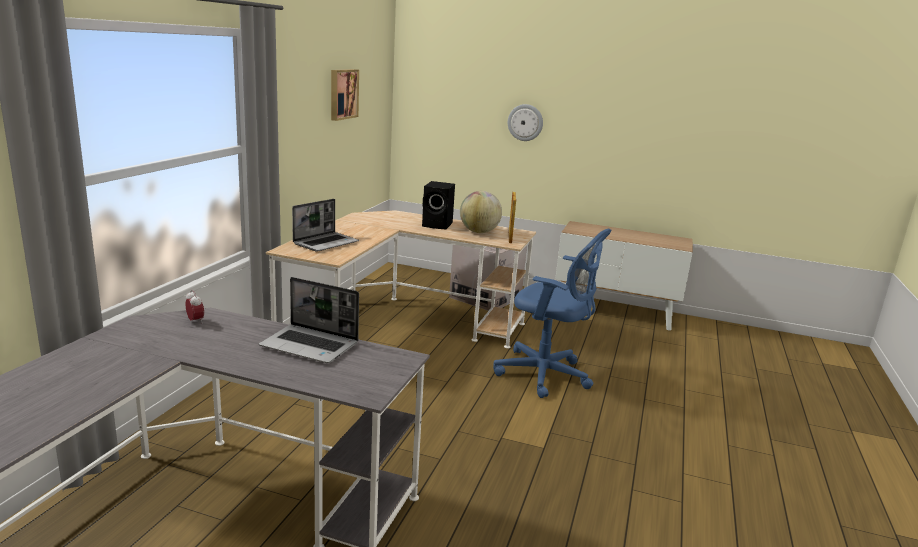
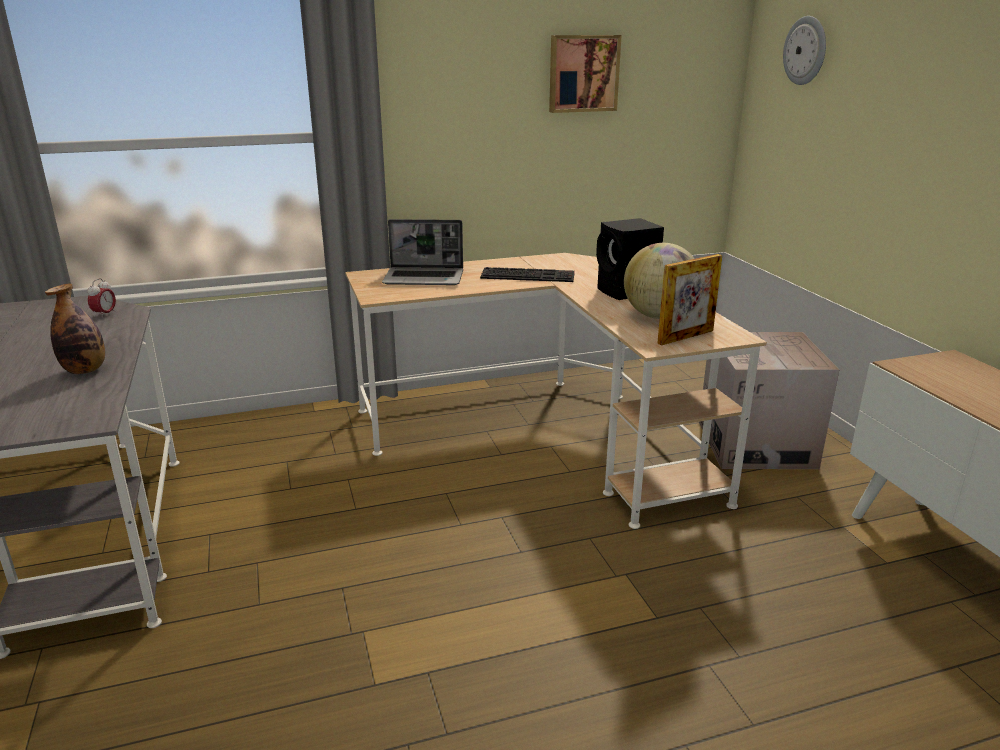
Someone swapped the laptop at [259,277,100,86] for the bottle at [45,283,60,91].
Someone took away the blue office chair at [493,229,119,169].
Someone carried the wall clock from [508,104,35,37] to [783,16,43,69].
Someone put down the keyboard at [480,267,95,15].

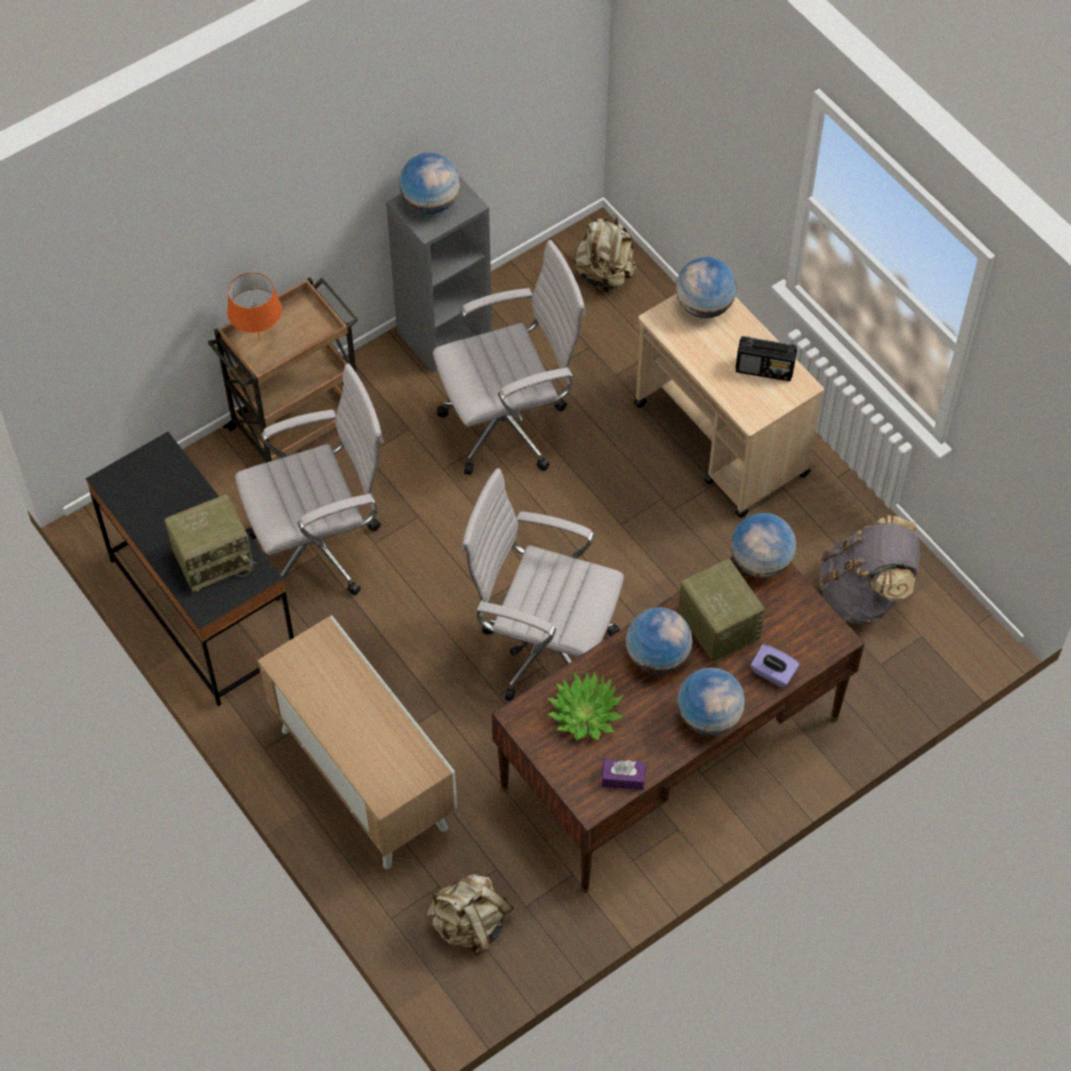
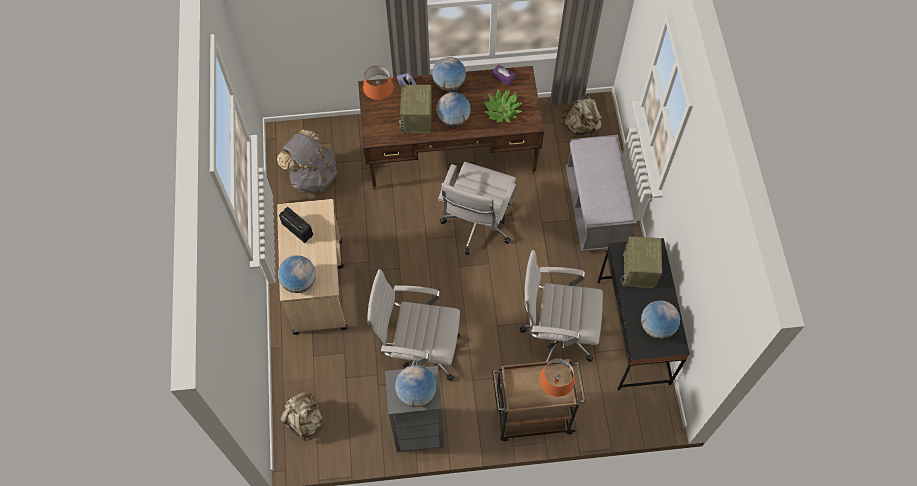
Someone rotated the radio at [164,494,93,99] by 90 degrees counterclockwise.
Someone swapped the cabinet at [258,615,199,254] for the grey bench at [566,135,71,117].
Someone rotated the white office chair at [461,468,163,233] by 60 degrees clockwise.
Someone carried the globe from [731,513,65,65] to [641,301,39,38].
Someone put down the orange table lamp at [363,66,31,37].

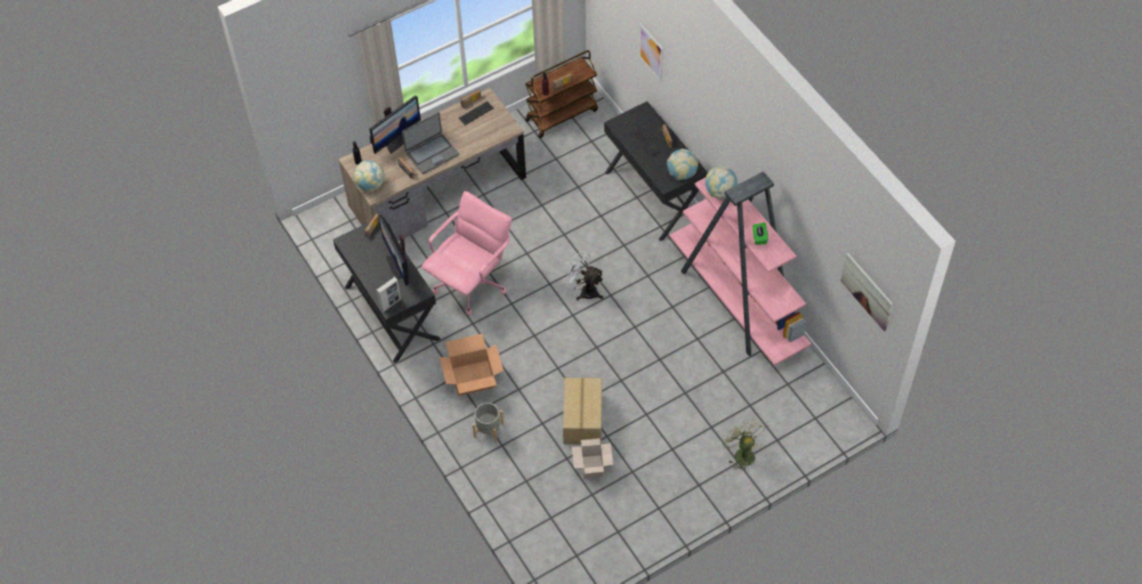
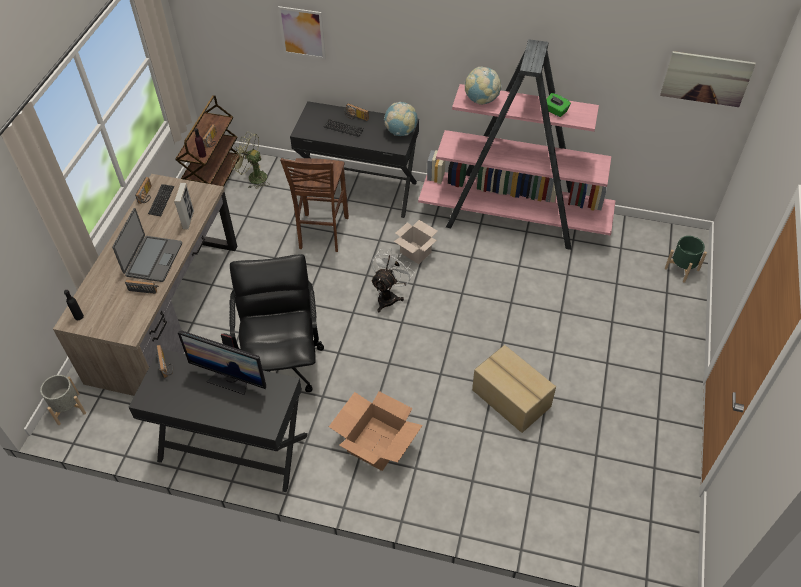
Someone took away the globe at [354,161,31,31].
Someone took away the monitor at [369,96,52,58].
Someone carried the picture frame from [376,277,25,35] to [174,183,20,47].
Someone repainted the pink office chair at [421,191,91,124], which became the black office chair at [229,254,95,138].
Someone carried the grey planter from [472,403,32,40] to [40,375,46,50].
Someone rotated the white fan at [565,251,38,49] by 135 degrees clockwise.
Someone carried the cardboard box from [572,438,41,41] to [394,220,44,44].
Someone carried the green fan from [721,419,44,54] to [231,132,37,57].
Someone put down the brown stool at [280,158,69,94].
Someone put down the green planter at [665,236,42,47].

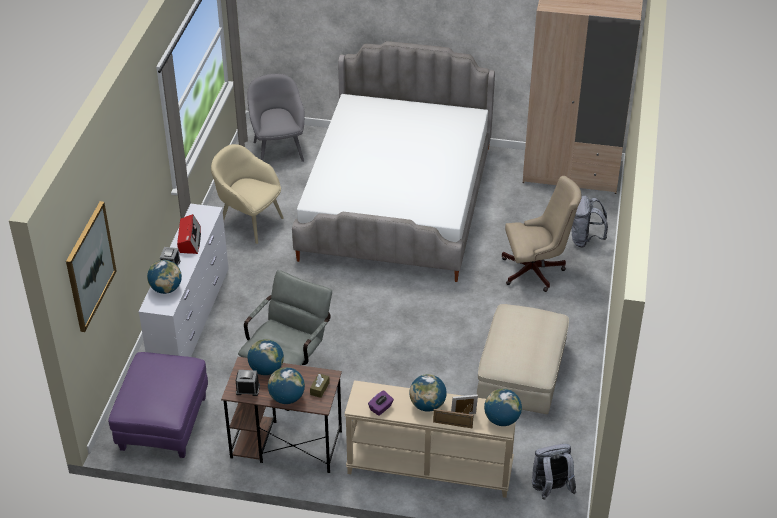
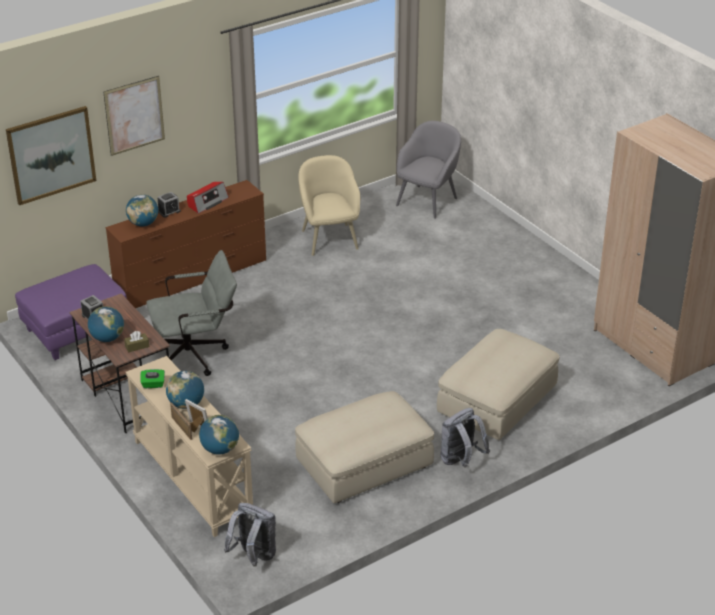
Someone repainted the white dresser at [138,204,91,153], which became the brown dresser at [105,180,161,128].
Someone took away the globe at [248,339,36,36].
Someone took away the bed at [292,41,203,241].
Someone repainted the purple tissue box at [368,390,26,26], which became the green tissue box at [140,369,25,19].
Someone swapped the beige office chair at [502,176,80,116] for the beige ottoman at [437,329,123,111].
Someone carried the grey backpack from [571,196,37,51] to [440,408,50,60].
Someone put up the picture at [103,76,62,80].

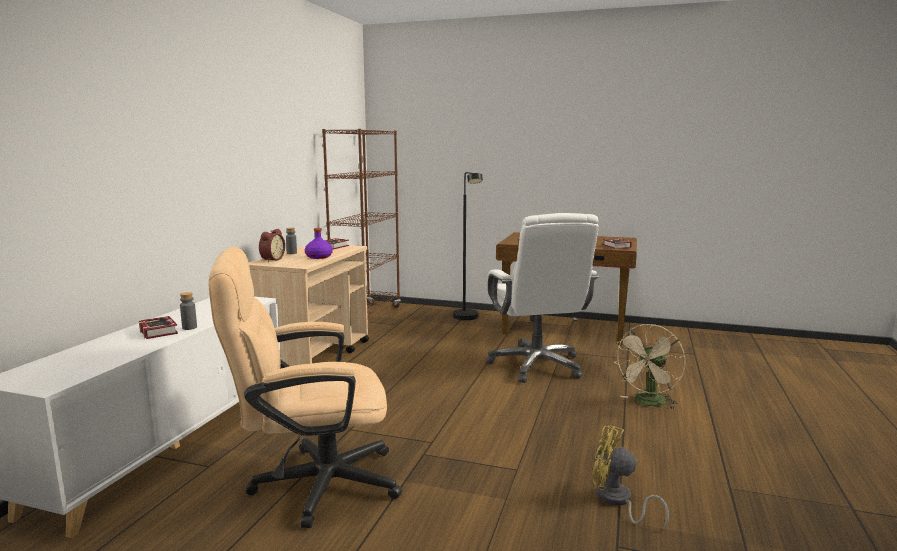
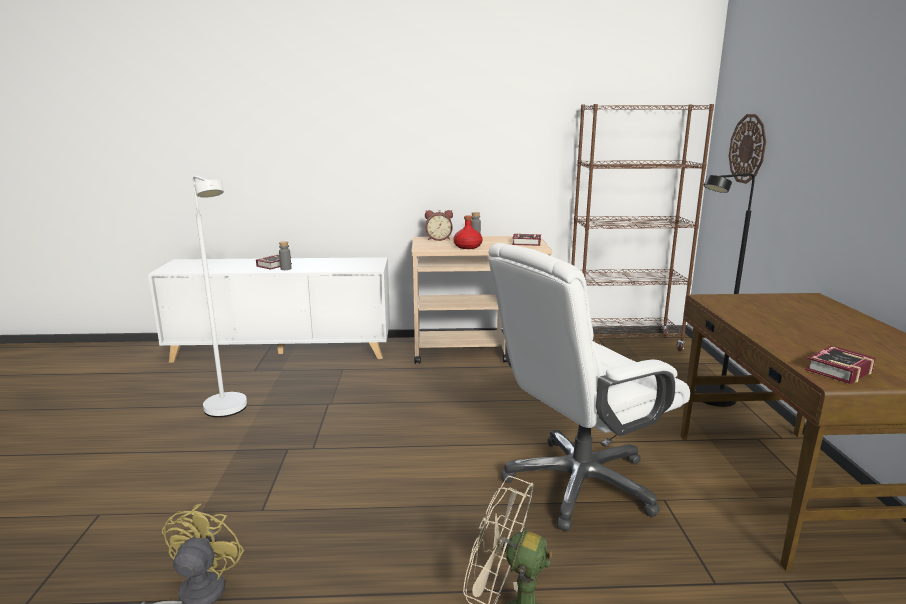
Someone swapped the beige office chair at [208,247,194,281] for the white floor lamp at [193,176,54,241].
Someone repainted the purple bottle at [305,228,28,31], which became the red bottle at [454,215,29,34].
Someone put up the wall clock at [729,114,37,70].

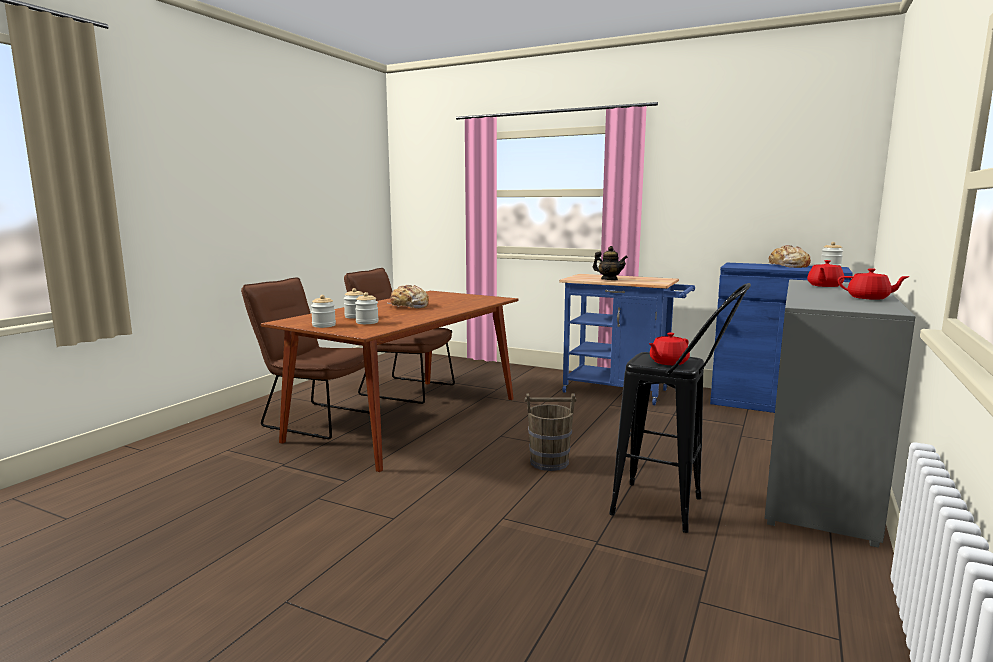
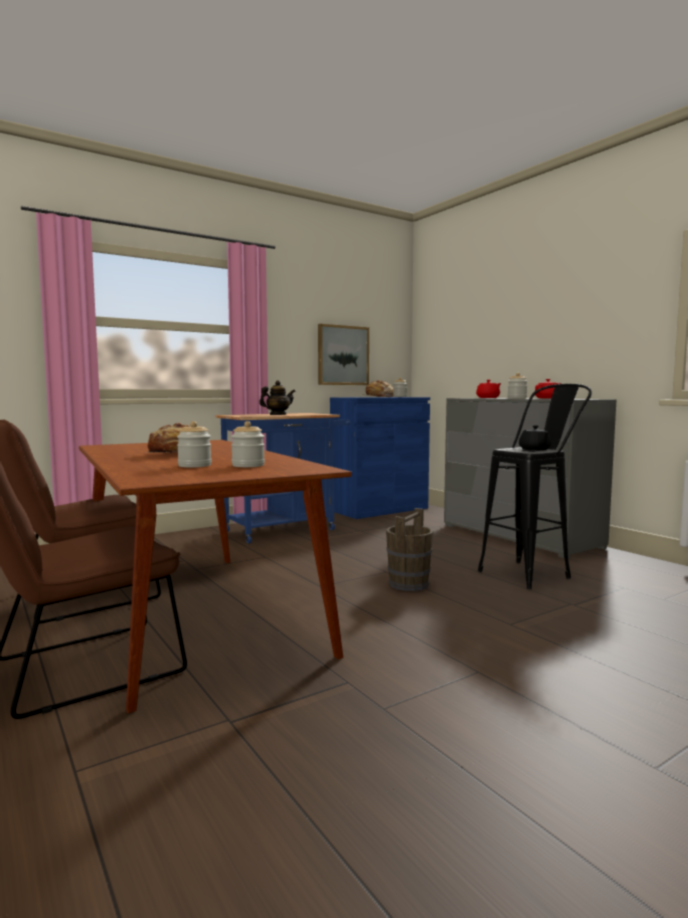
Someone carried the jar from [311,295,25,33] to [507,373,21,26].
Someone repainted the red teapot at [649,333,41,32], which became the black teapot at [519,425,33,26].
Someone put up the picture at [318,324,51,61].

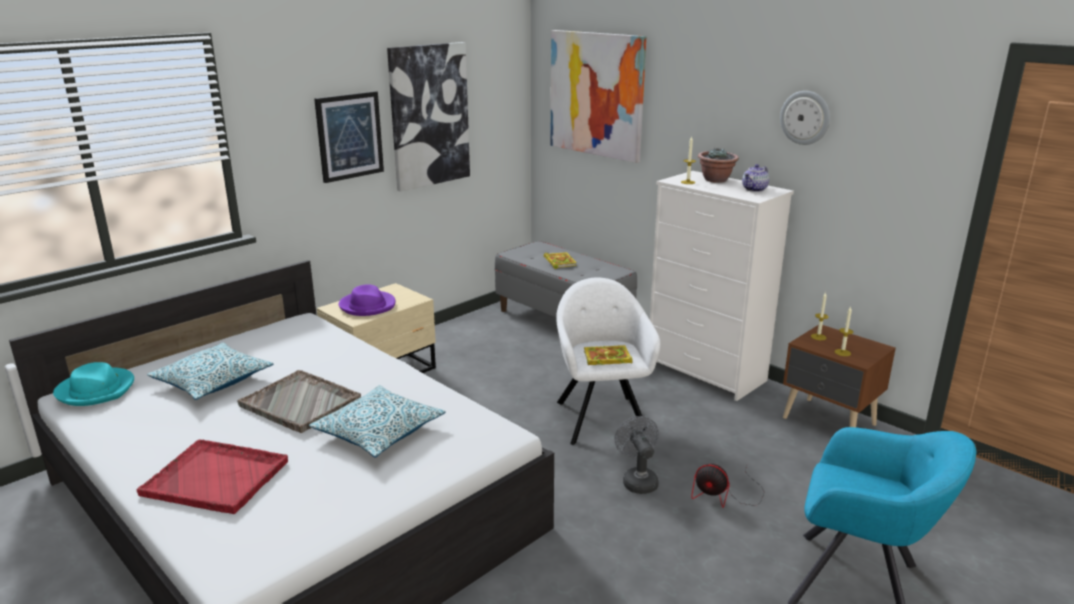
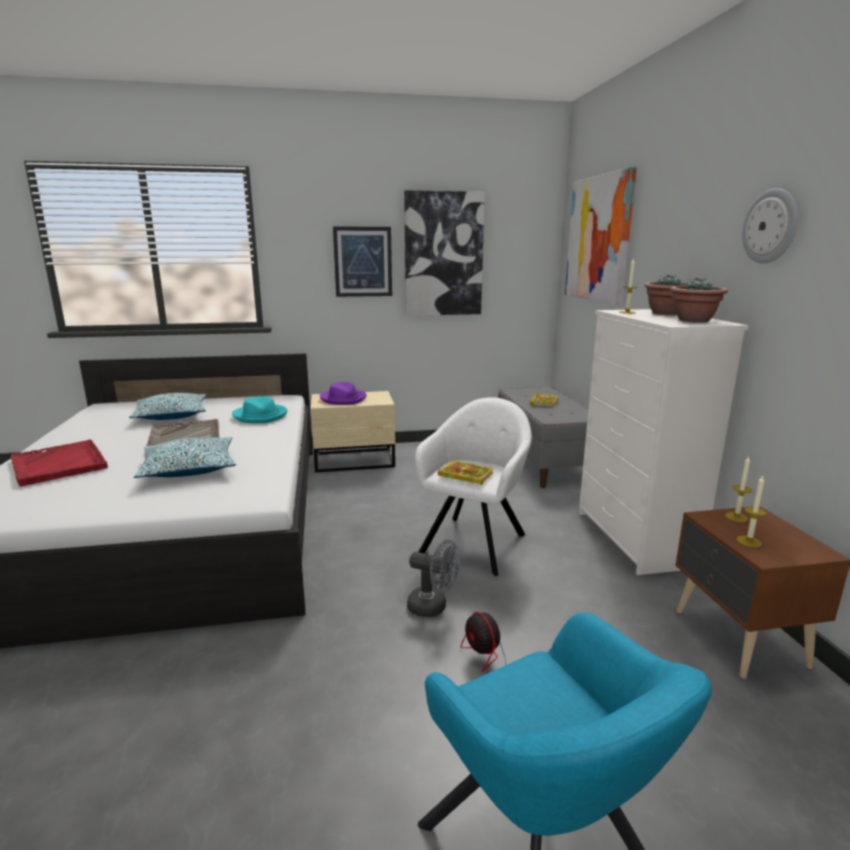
Someone carried the turquoise hat from [53,362,81,44] to [232,396,55,27].
Someone rotated the grey fan at [614,416,45,78] by 90 degrees clockwise.
Someone swapped the teapot at [742,164,27,28] for the potted plant at [670,278,58,45].

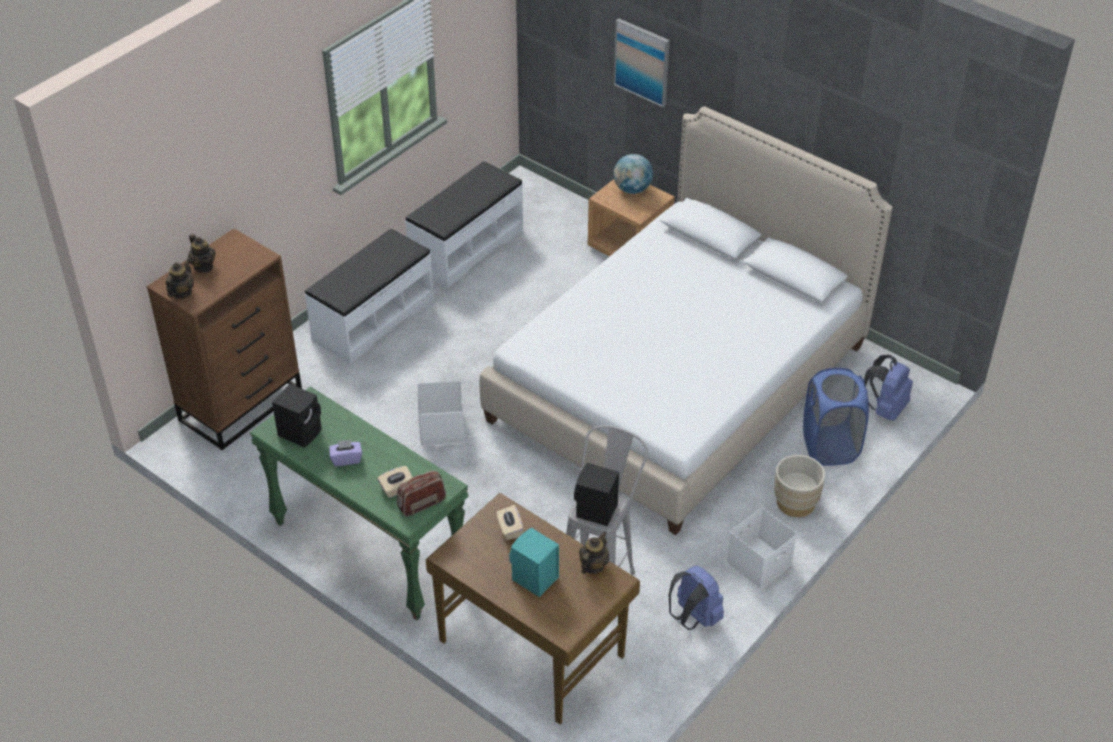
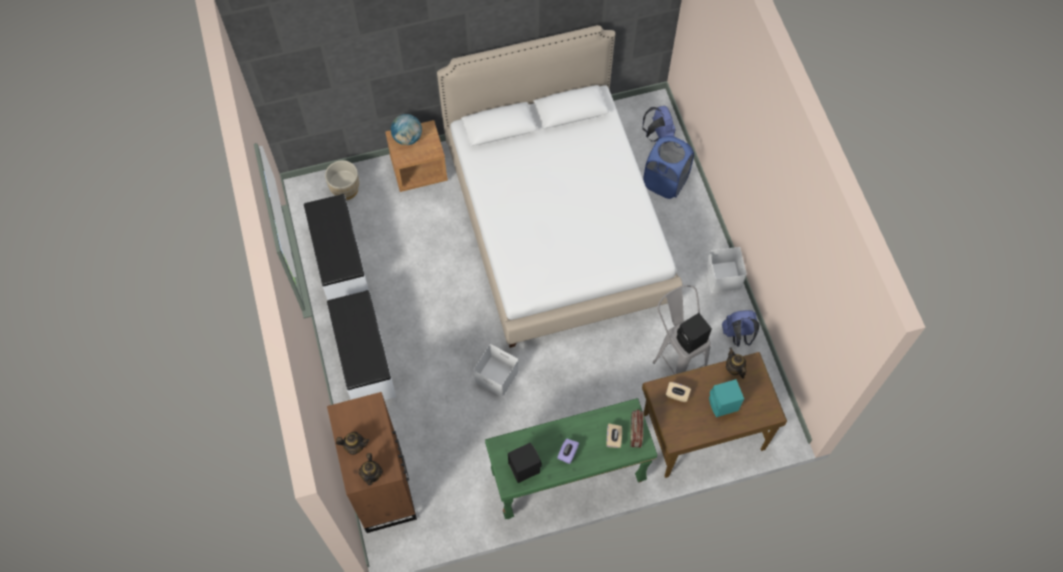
Someone rotated the teapot at [166,259,28,40] by 150 degrees counterclockwise.
Someone took away the picture at [614,18,56,89].
Someone carried the beige planter from [774,455,51,62] to [325,160,34,40].

